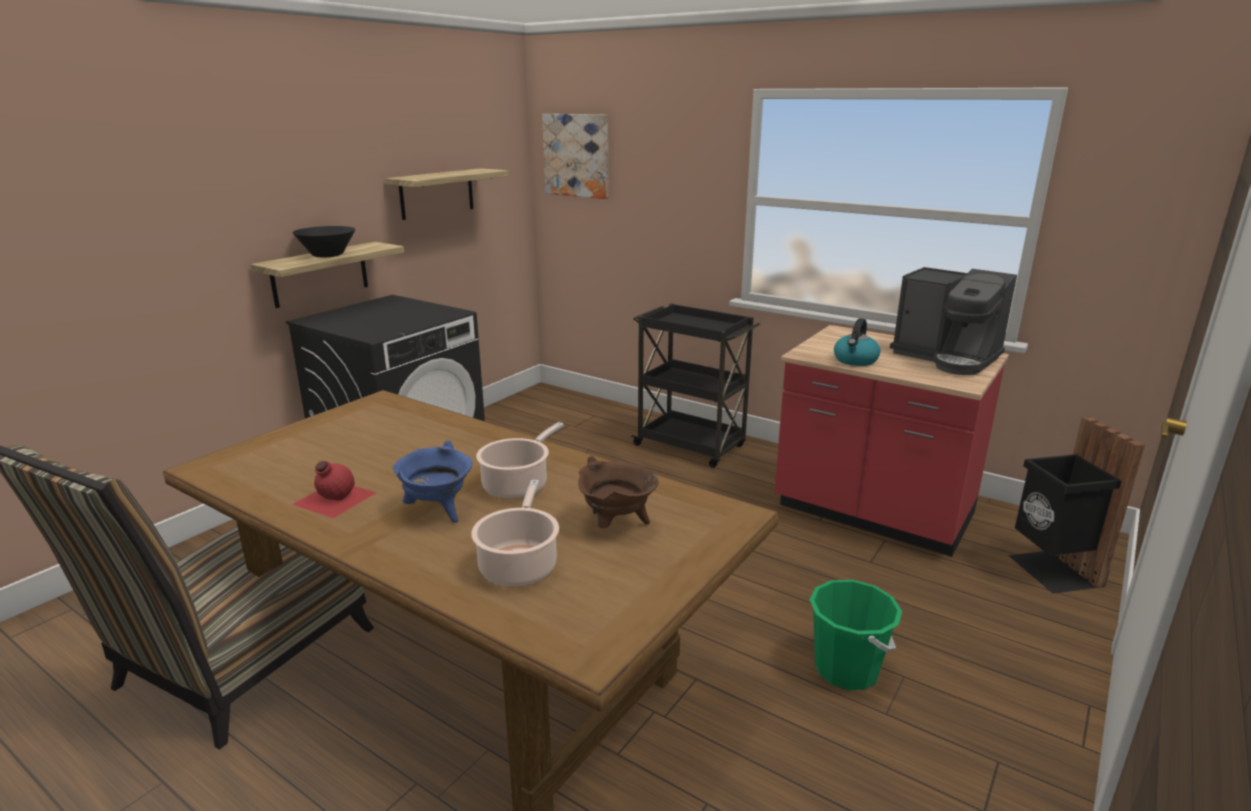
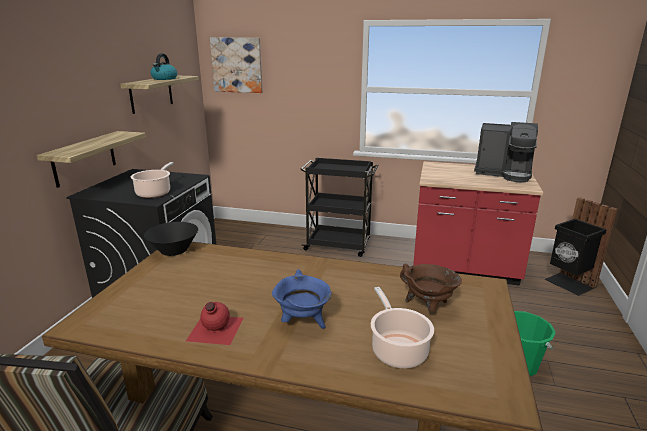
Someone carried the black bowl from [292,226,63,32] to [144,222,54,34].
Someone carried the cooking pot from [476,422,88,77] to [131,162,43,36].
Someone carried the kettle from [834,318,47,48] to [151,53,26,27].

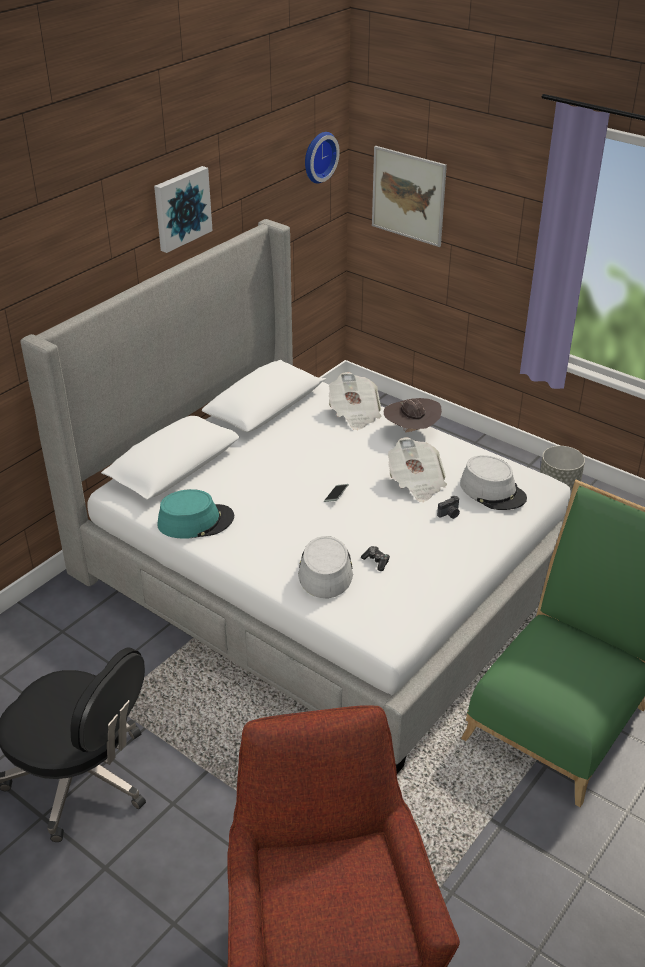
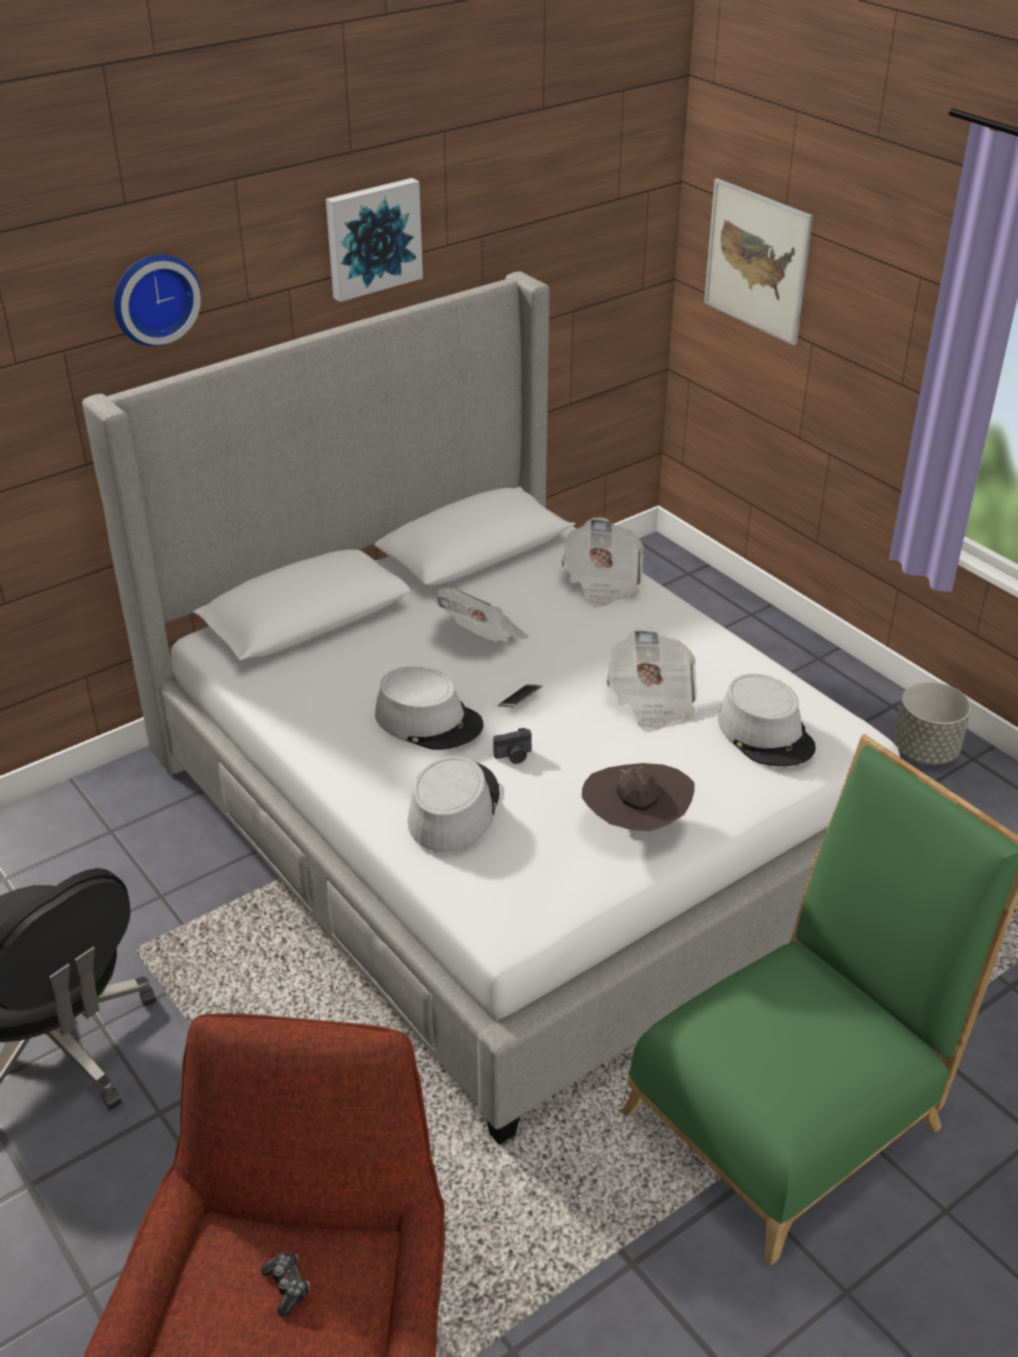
Someone took away the turquoise hat at [157,489,77,49].
Someone carried the wall clock from [305,132,35,52] to [114,255,87,91].
Someone carried the game controller from [361,546,29,25] to [261,1252,49,65].
Someone carried the brown hat from [384,398,58,35] to [582,763,113,68].
Someone carried the photo camera from [437,496,23,23] to [493,728,39,36].
Someone put down the grey hat at [375,667,109,83].
Someone put down the newspaper at [432,588,96,55].

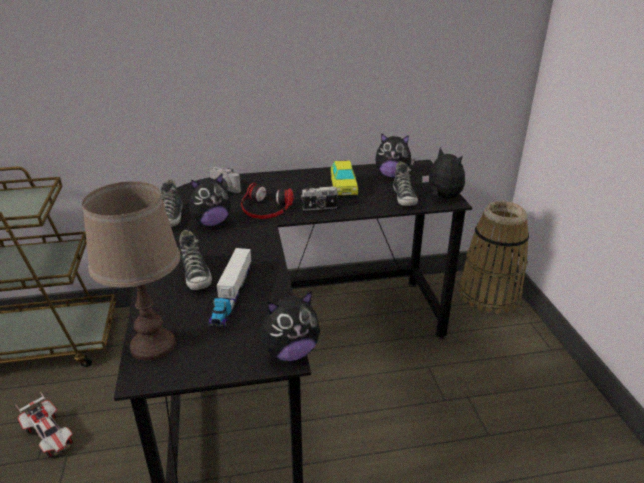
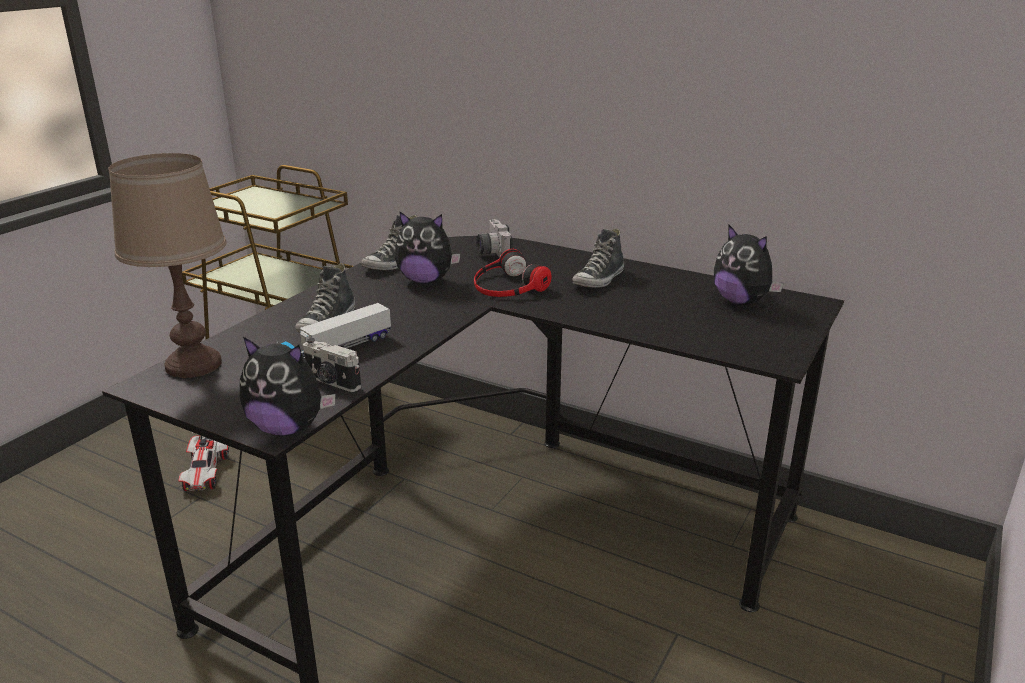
Someone carried the photo camera from [301,186,38,25] to [303,338,58,54].
Someone took away the toy car at [331,160,27,35].
Someone carried the shoe from [393,161,25,45] to [572,228,52,60].
Someone took away the plush toy at [422,147,43,52].
Someone took away the basket at [459,201,70,113].

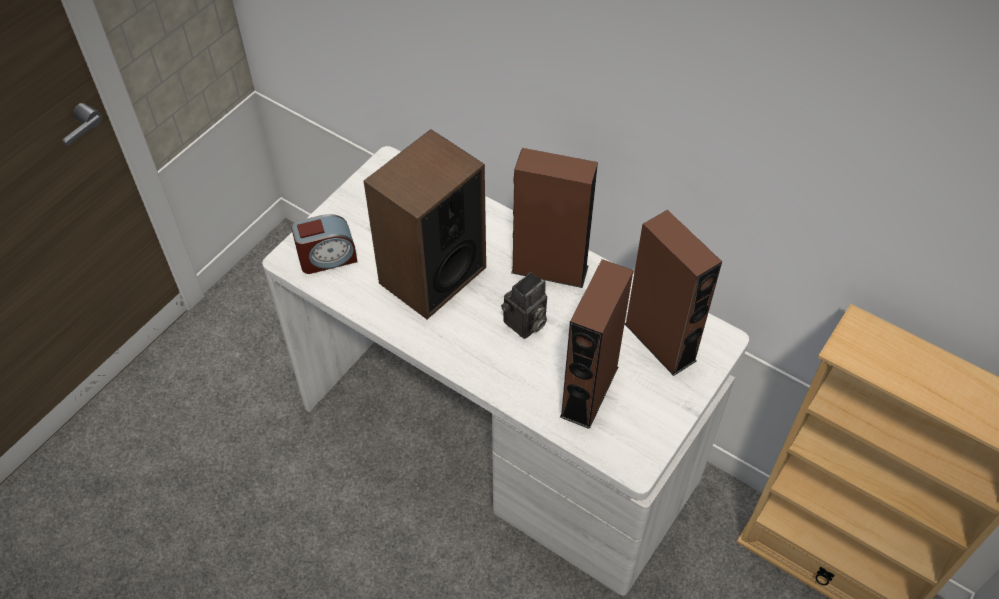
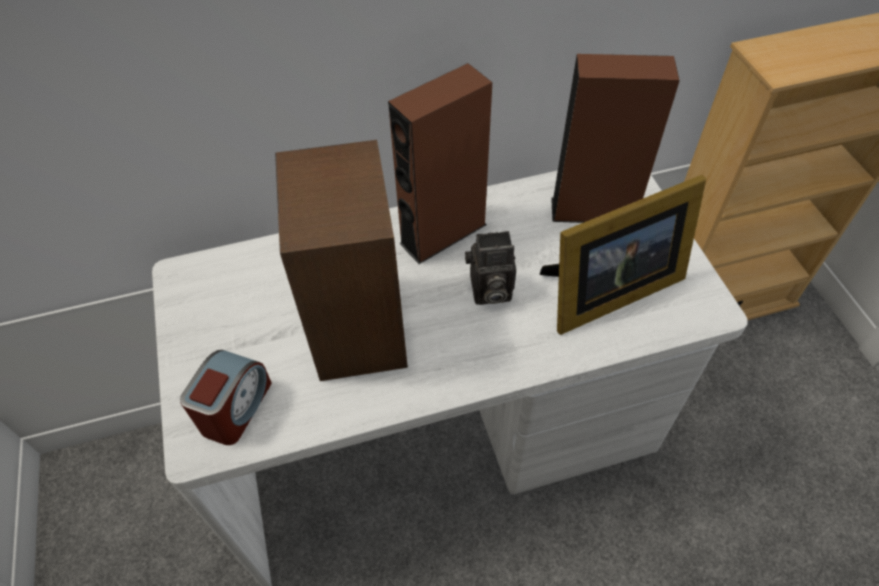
Someone rotated the photo camera at [501,272,46,67] by 90 degrees clockwise.
Someone swapped the brown speaker at [560,259,73,170] for the picture frame at [540,175,166,160].

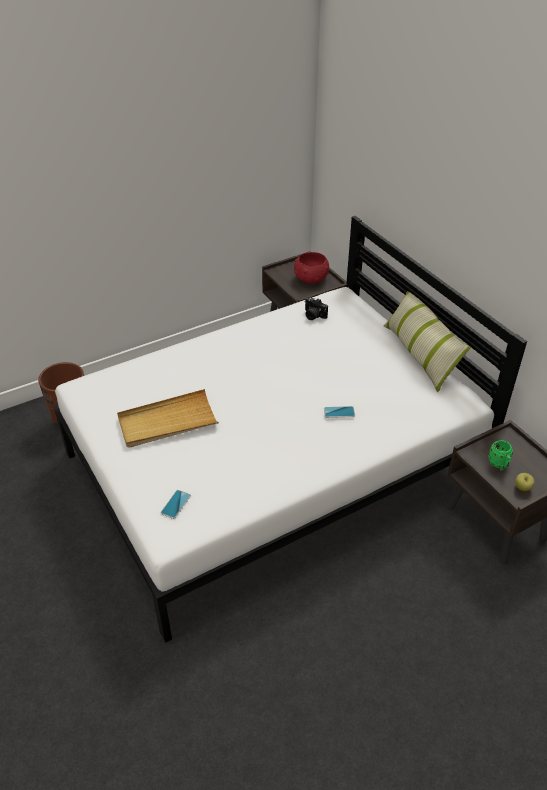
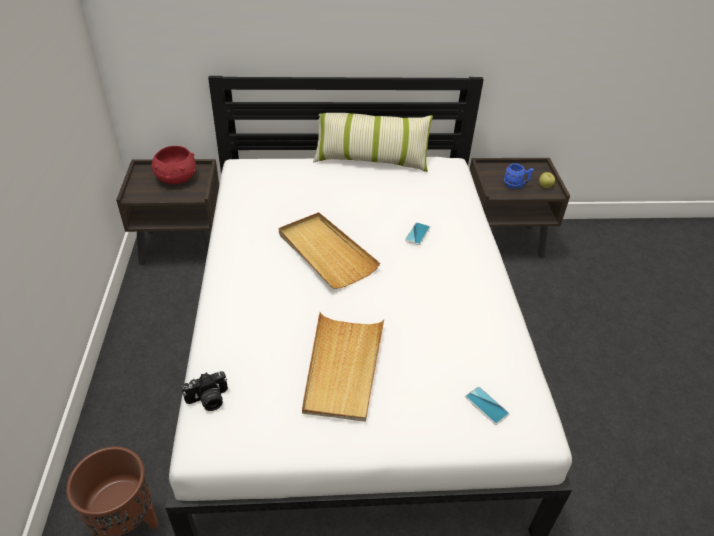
Someone carried the photo camera from [305,297,23,23] to [181,371,47,40].
Someone repainted the green mug at [488,440,25,31], which became the blue mug at [504,163,30,26].
Someone put down the beige tray at [279,212,101,77].

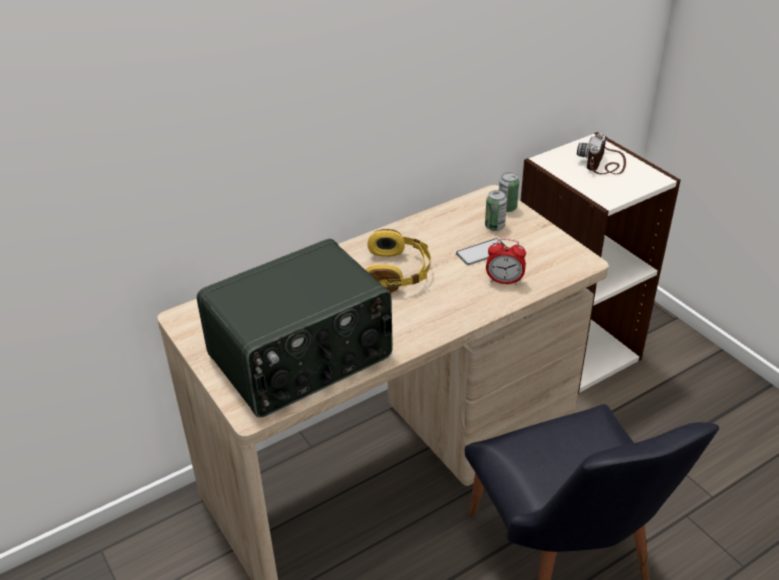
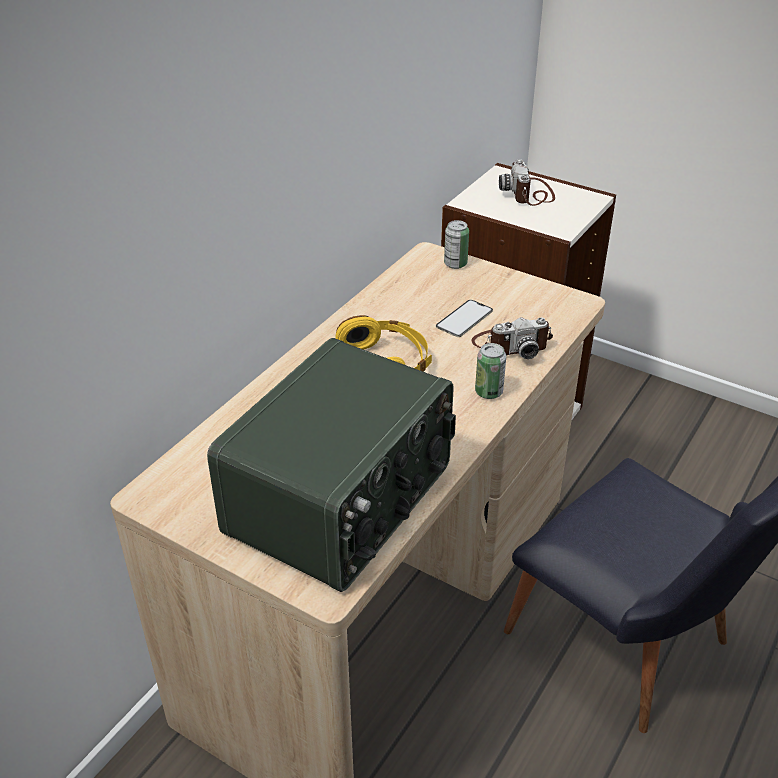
Someone carried the can from [485,190,22,41] to [475,343,31,56].
Someone swapped the alarm clock at [486,238,40,47] for the photo camera at [472,317,81,42].

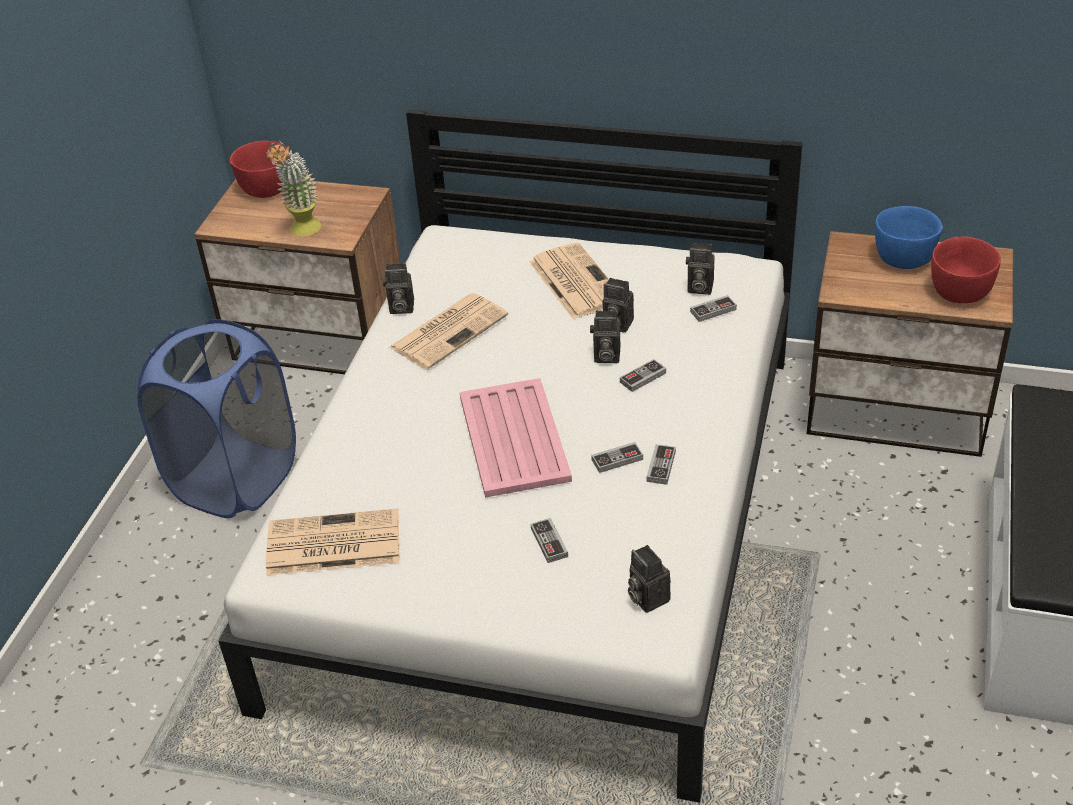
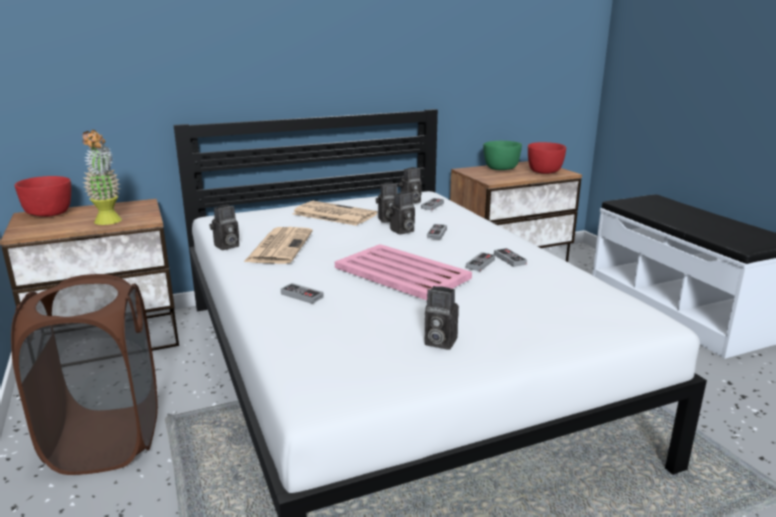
Someone repainted the blue laundry basket at [137,319,159,199], which became the brown laundry basket at [11,274,147,201].
Someone took away the newspaper at [266,508,133,67].
Someone carried the game controller from [531,518,37,45] to [281,283,43,21].
Someone carried the photo camera from [628,545,43,68] to [424,286,35,64].
Someone repainted the blue bowl at [875,206,68,63], which became the green bowl at [483,141,39,29].

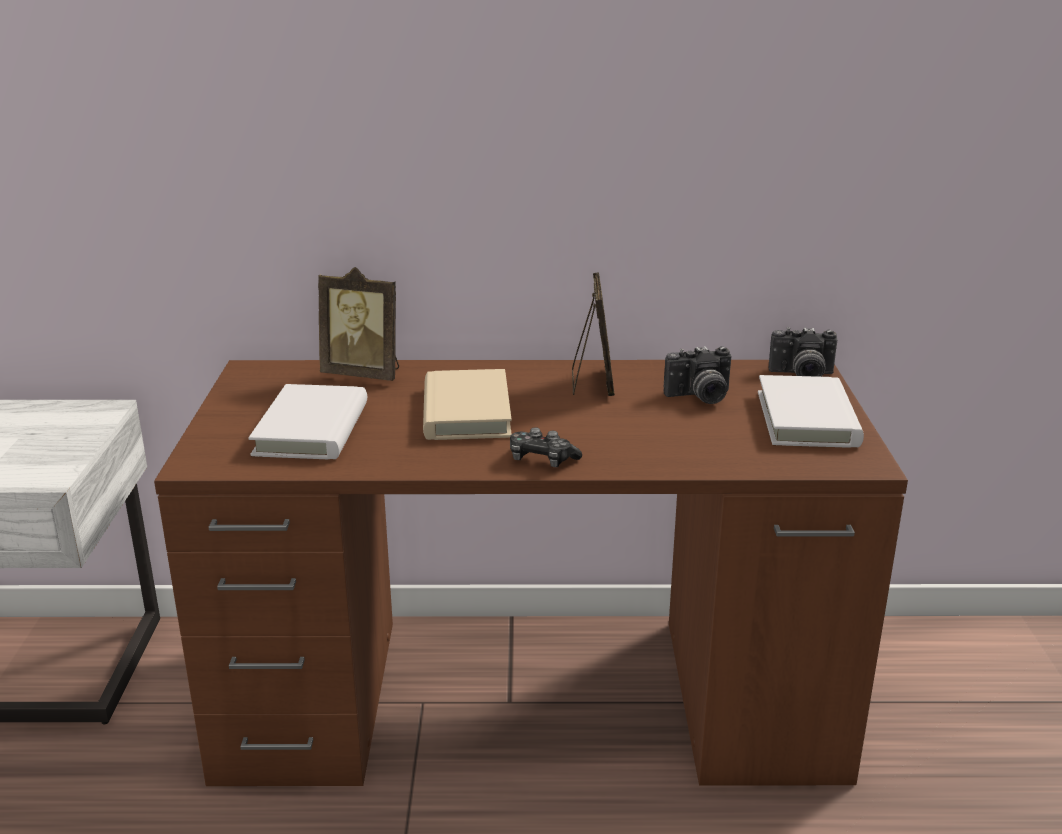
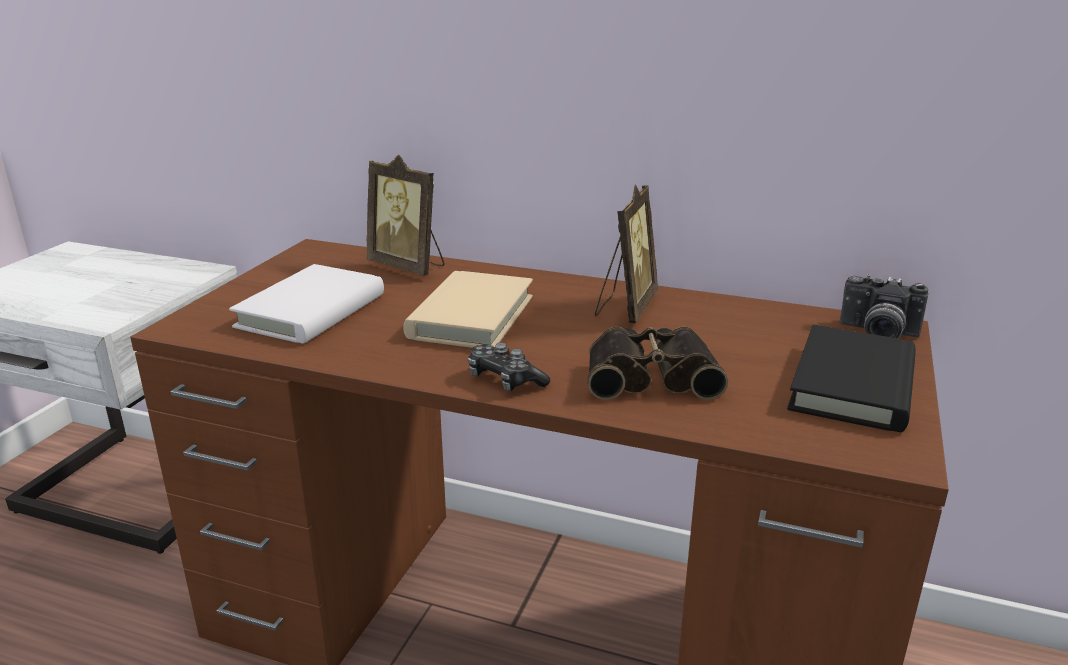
Someone took away the photo camera at [664,346,67,58].
Someone repainted the white book at [758,375,106,73], which became the black book at [787,325,129,107].
Someone put down the binoculars at [588,327,140,73].

